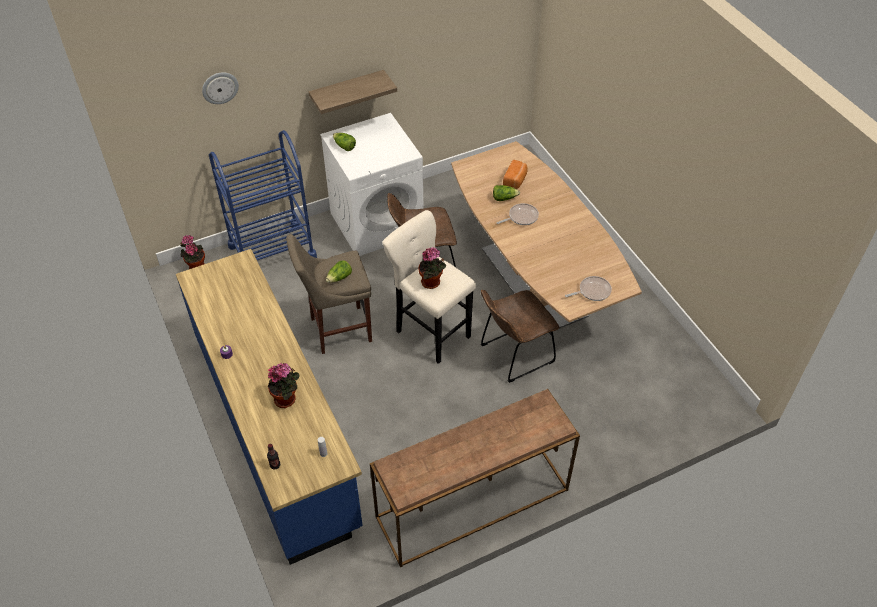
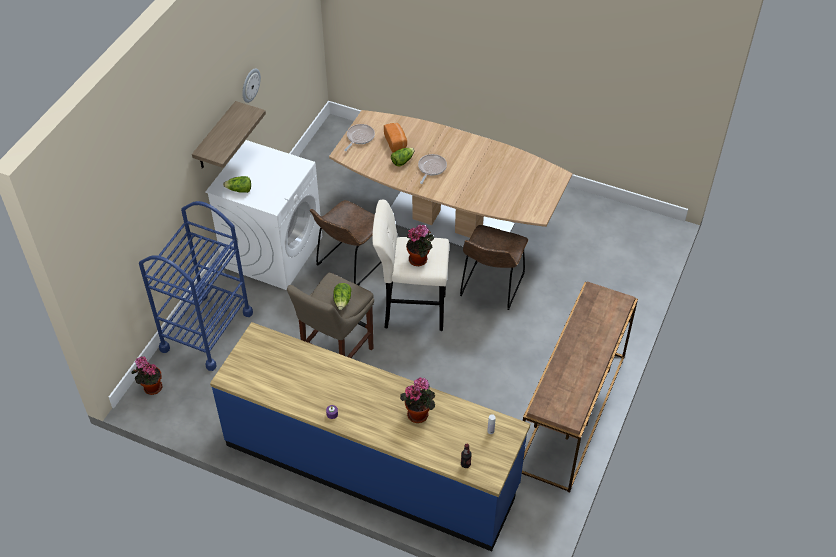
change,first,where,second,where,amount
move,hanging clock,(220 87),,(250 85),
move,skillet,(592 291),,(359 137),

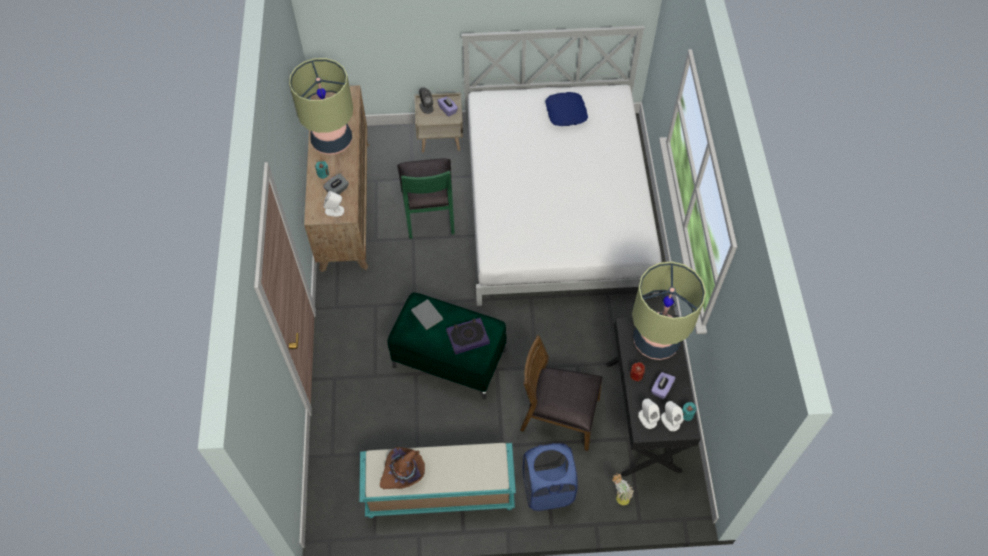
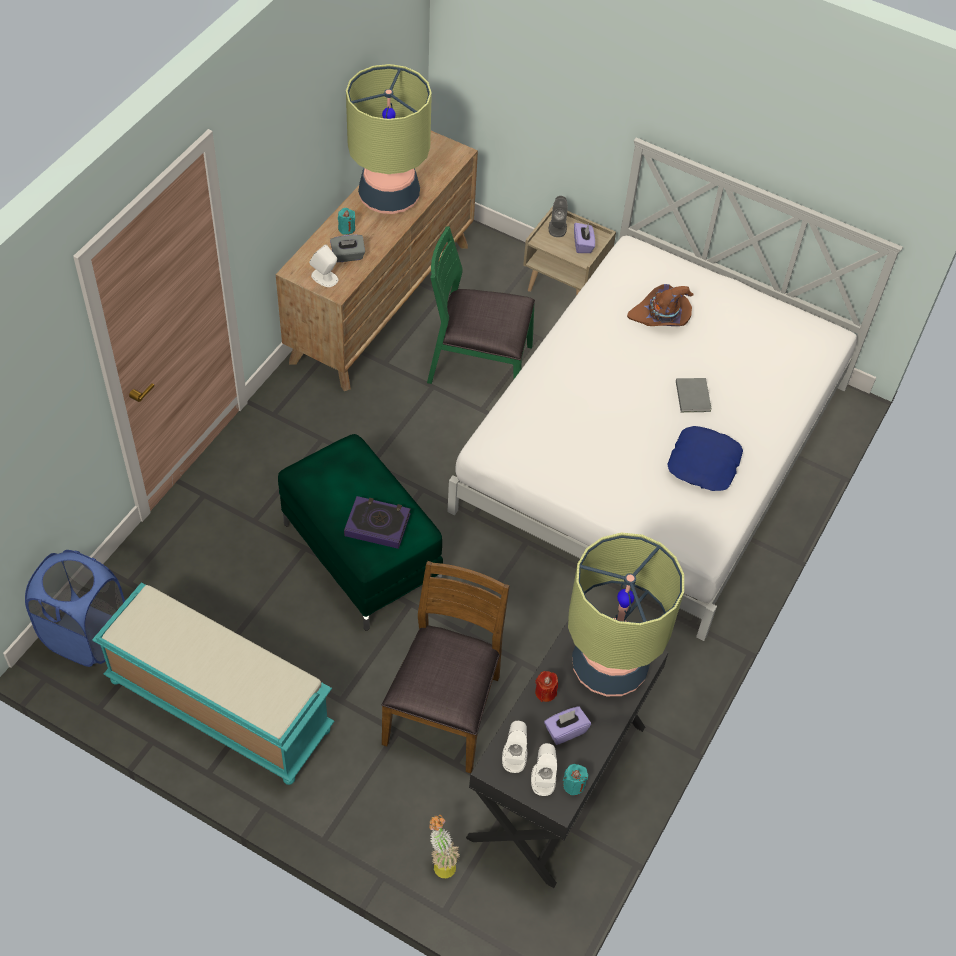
change,first,where,second,where,amount
move,blue laundry basket,(547 489),,(87 636),
rotate,brown-coloured upright chair,(559 415),,(444 710),60 degrees clockwise
rotate,green-coloured upright chair,(429 211),,(479 365),75 degrees clockwise
move,brown-coloured hat,(403 472),,(661 316),
move,blue pillow,(566 112),,(704 464),
move,greyish book,(427 314),,(693 395),

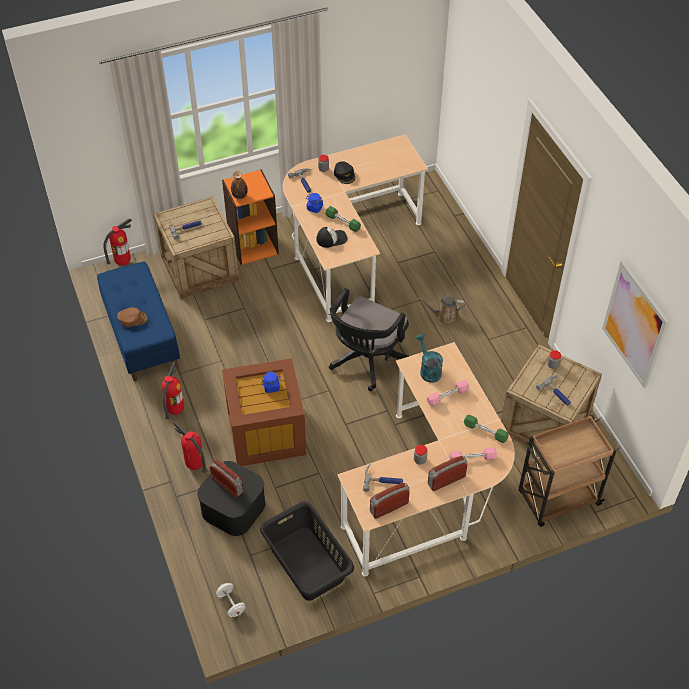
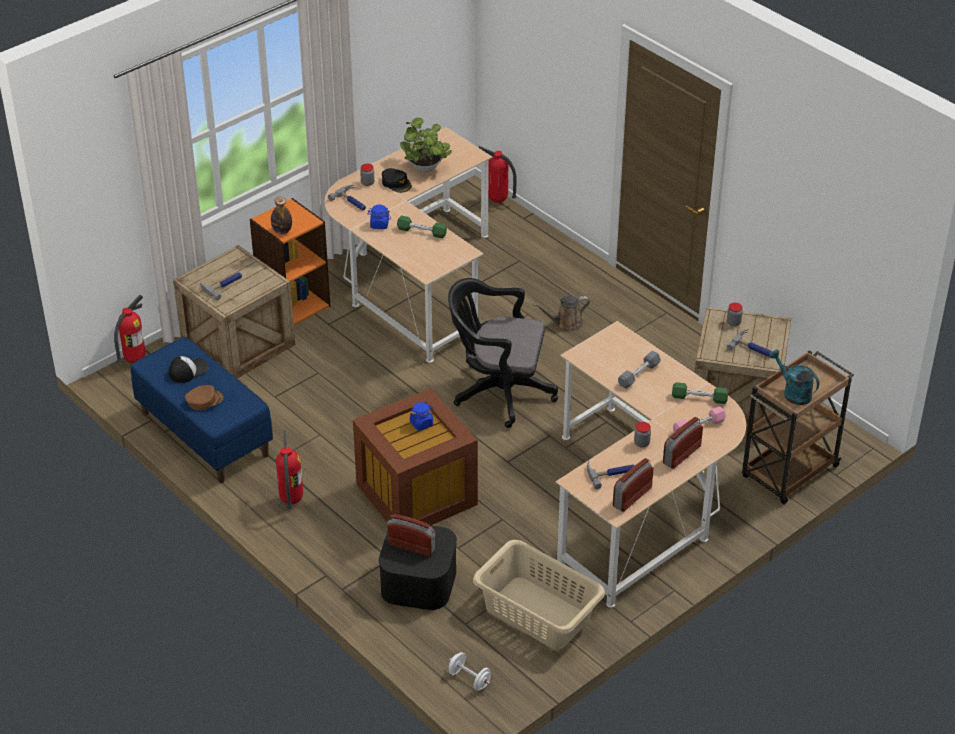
change,first,where,second,where,amount
move,baseball cap,(331 238),,(188 370),
insert,,,houseplant,(426 169),
rotate,blackish office chair,(366 361),,(498 392),90 degrees clockwise
recolor,blackish laundry basket,(307 562),sand-coloured laundry basket,(537 612),
move,extinguisher,(194 465),,(497 201),
recolor,pink hand weight,(447 396),greyish hand weight,(639 374),
move,turquoise watering pot,(428 370),,(793 392),
delete,wall art,(635 324),,,

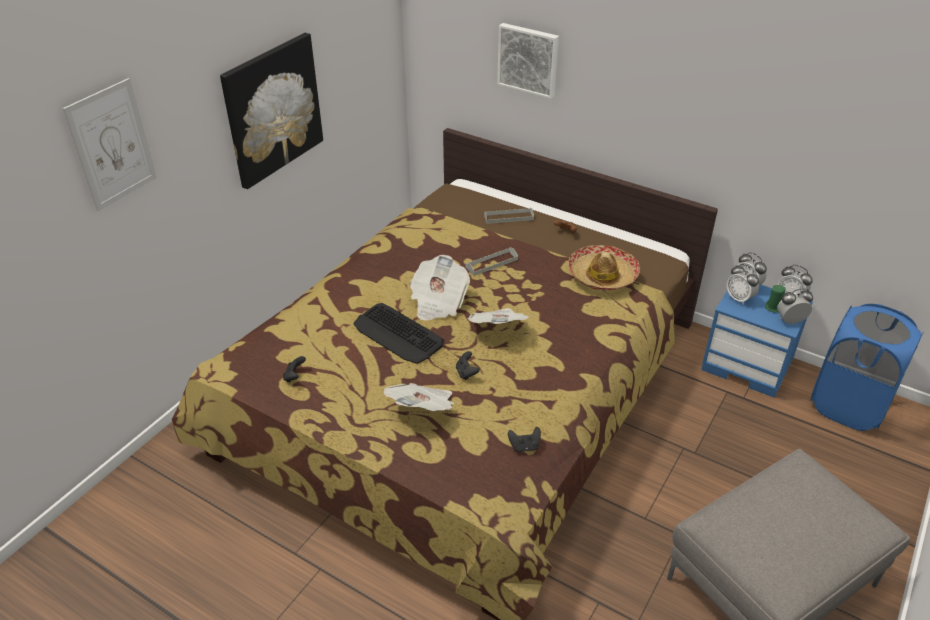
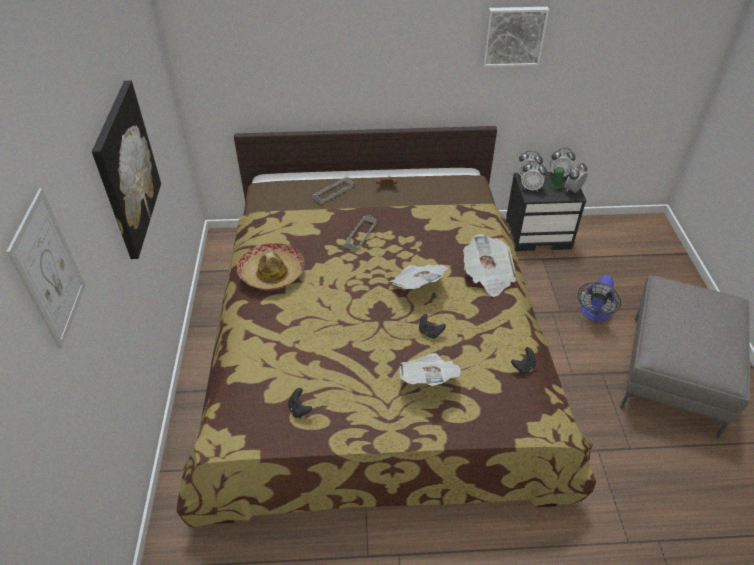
change,first,where,second,where,amount
move,hat,(602 275),,(271 273),
move,printed paper,(438 302),,(488 276),
move,wall art,(528 59),,(513 36),
recolor,blue bedside table,(748 365),blackish bedside table,(538 234),
insert,,,electric fan,(594 314),
delete,computer keyboard,(398 334),,,
delete,blue laundry basket,(848 405),,,

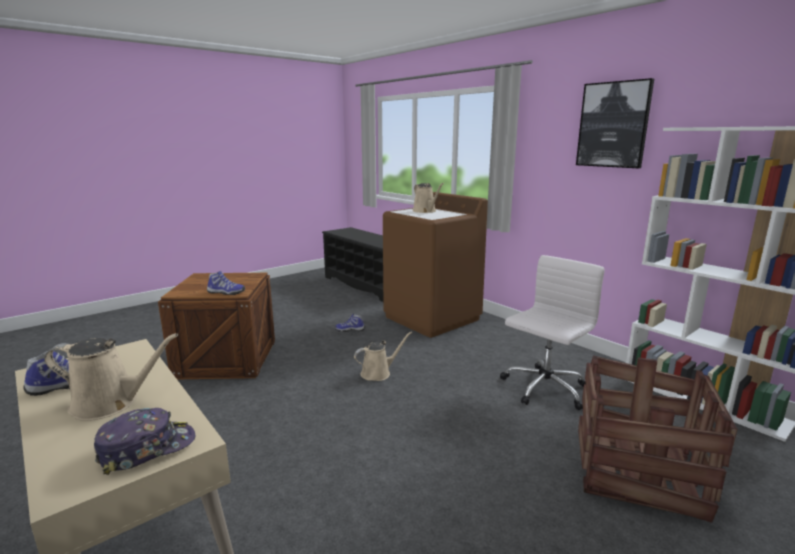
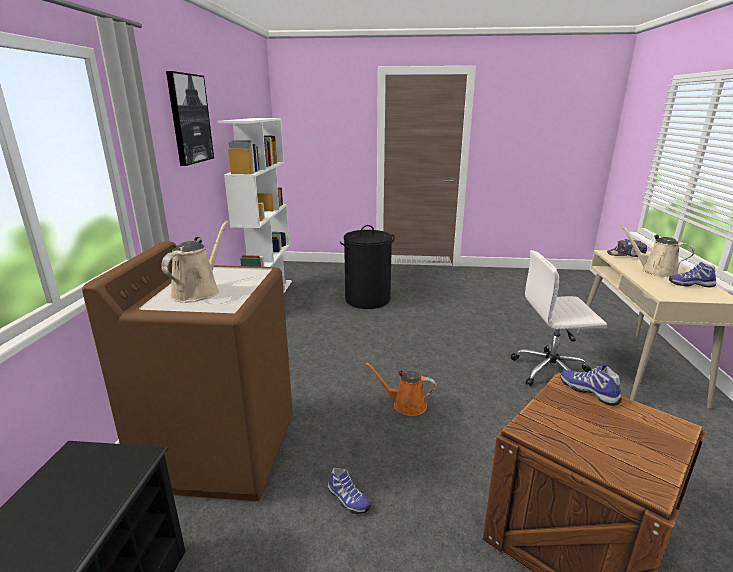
change,first,where,second,where,amount
replace,crate,(637 471),blackish laundry basket,(367 299),
recolor,sand-coloured watering pot,(378 373),orangey watering pot,(406 405),
move,whitish office chair,(543 389),,(551 371),

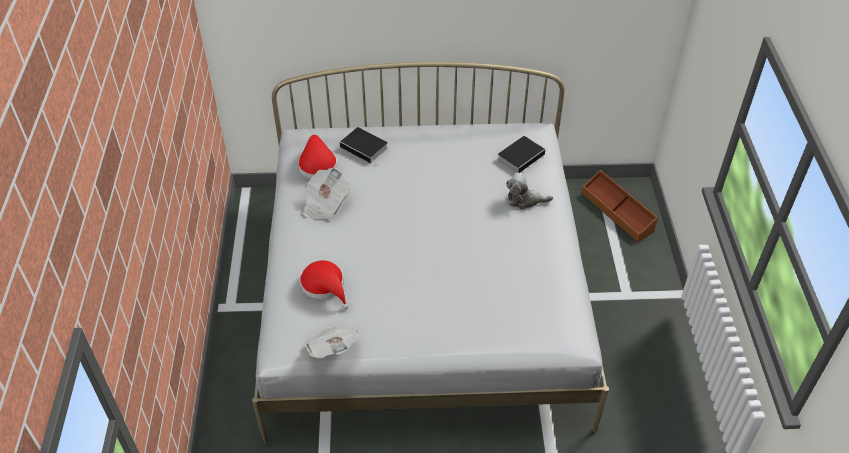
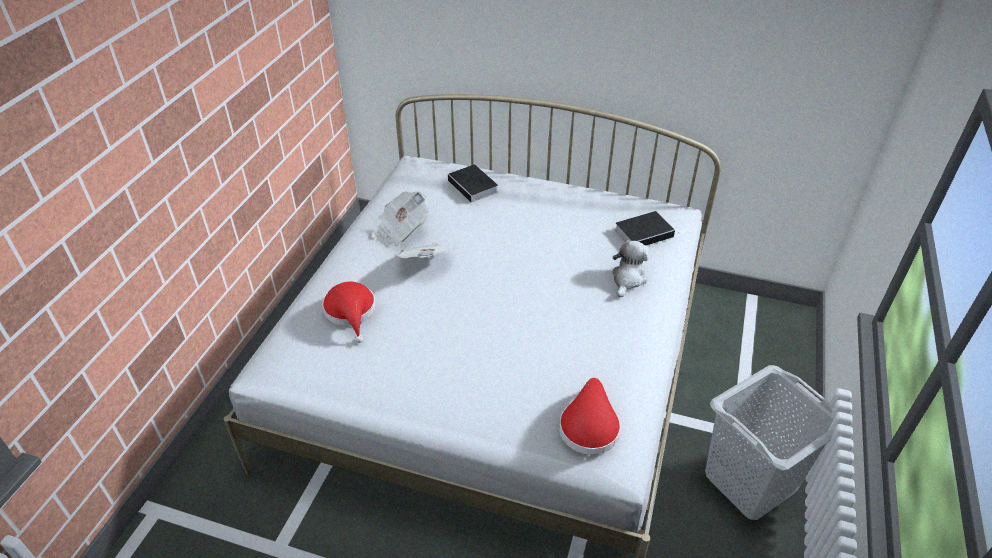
change,first,where,second,where,amount
move,printed paper,(333 349),,(427 262),
move,red hat,(317 164),,(589 425),
rotate,soft toy,(525 199),,(628 279),90 degrees clockwise
insert,,,greyish laundry basket,(749 481),
delete,brown-coloured storage container,(617 212),,,

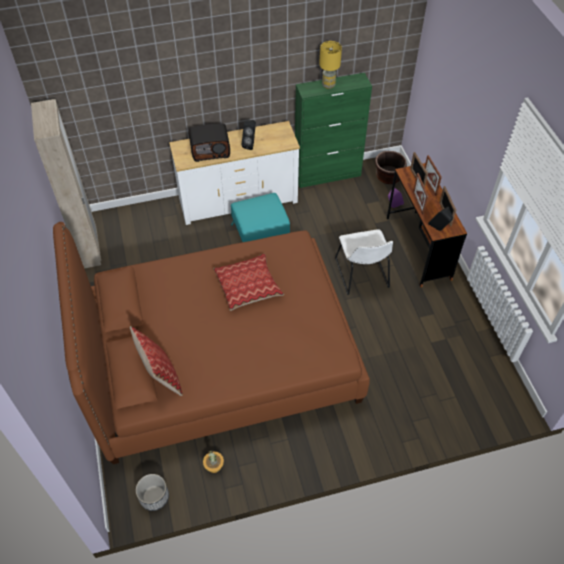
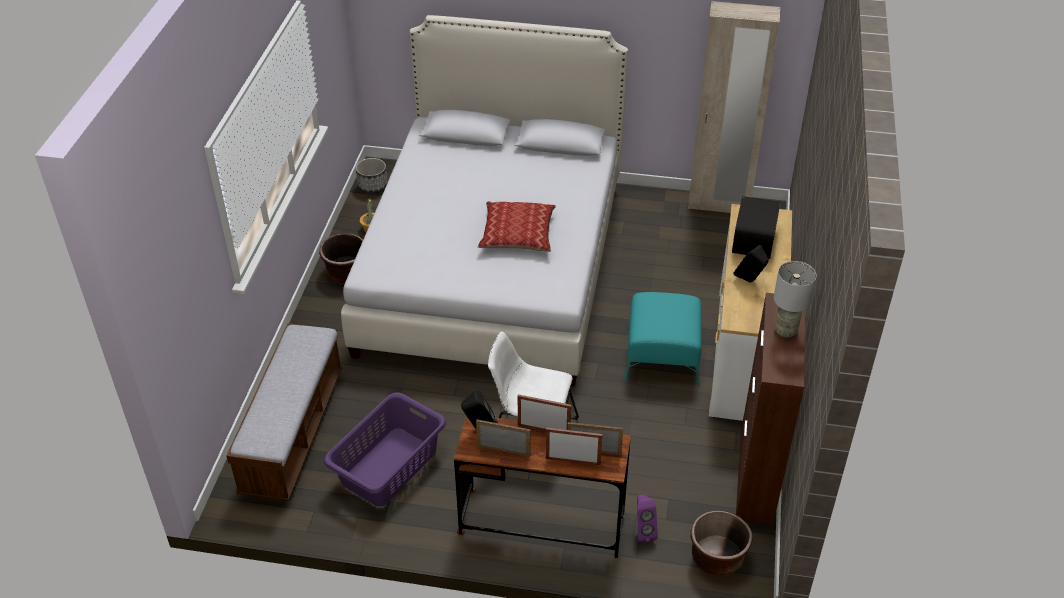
change,first,where,second,where,amount
insert,,,long seat,(293 432),
insert,,,brown-coloured plant pot,(346 272),
insert,,,purple-coloured laundry basket,(390 466),
recolor,brown-coloured bedroom bed,(220 358),whitish bedroom bed,(492 266),
recolor,green-coloured cabinet,(327 175),brown-coloured cabinet,(756 477),
recolor,yellow-coloured lamp for a table,(328 85),greyish lamp for a table,(785 331),
delete,pillow,(161 376),,,

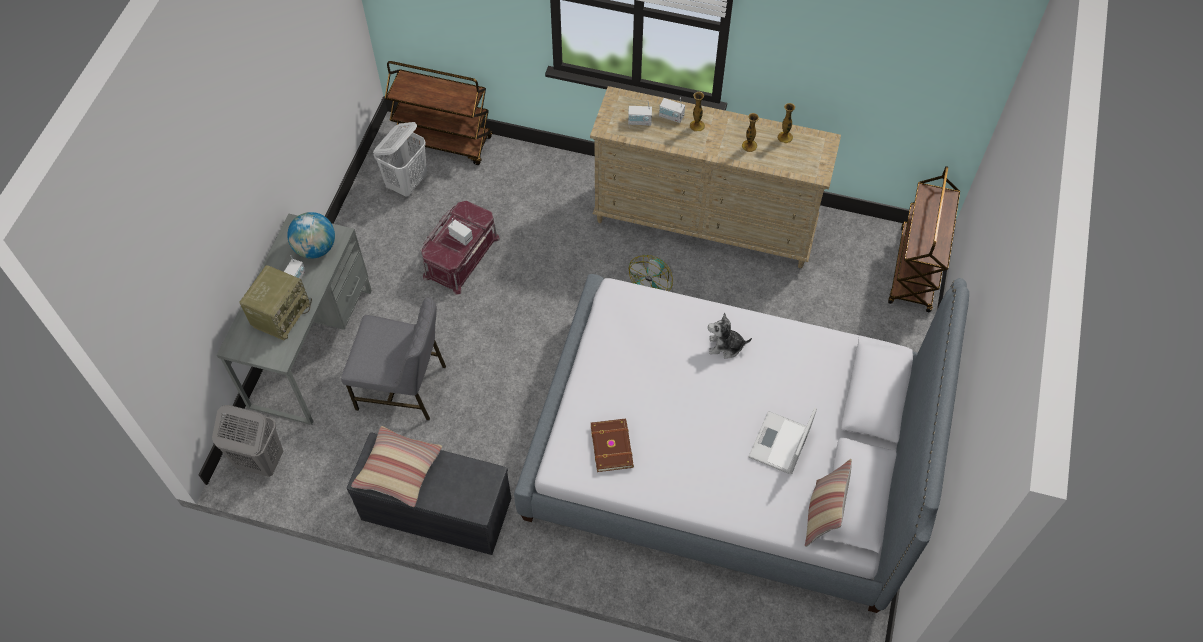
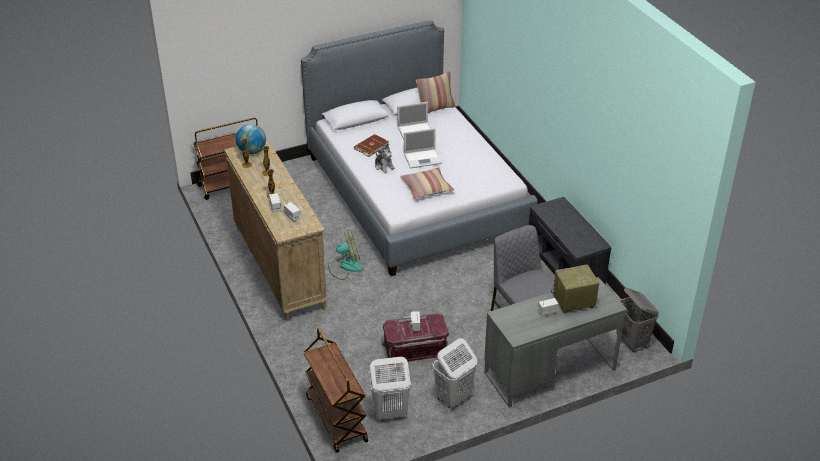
change,first,where,second,where,amount
move,desk globe,(315 248),,(252 151),
move,brown-coloured book,(612 446),,(371 146),
move,pillow,(398 470),,(426 188),
insert,,,notebook computer,(423 158),
insert,,,whitish laundry basket,(453 397),

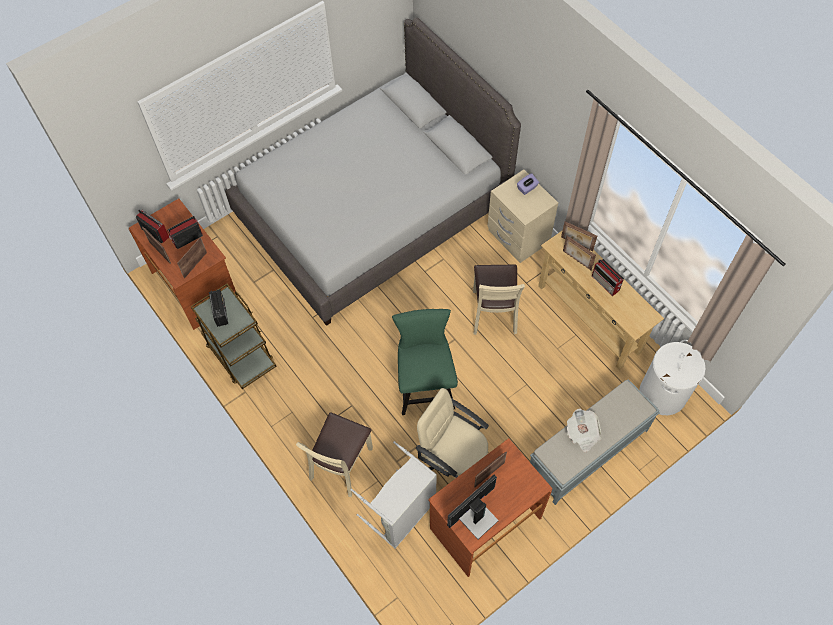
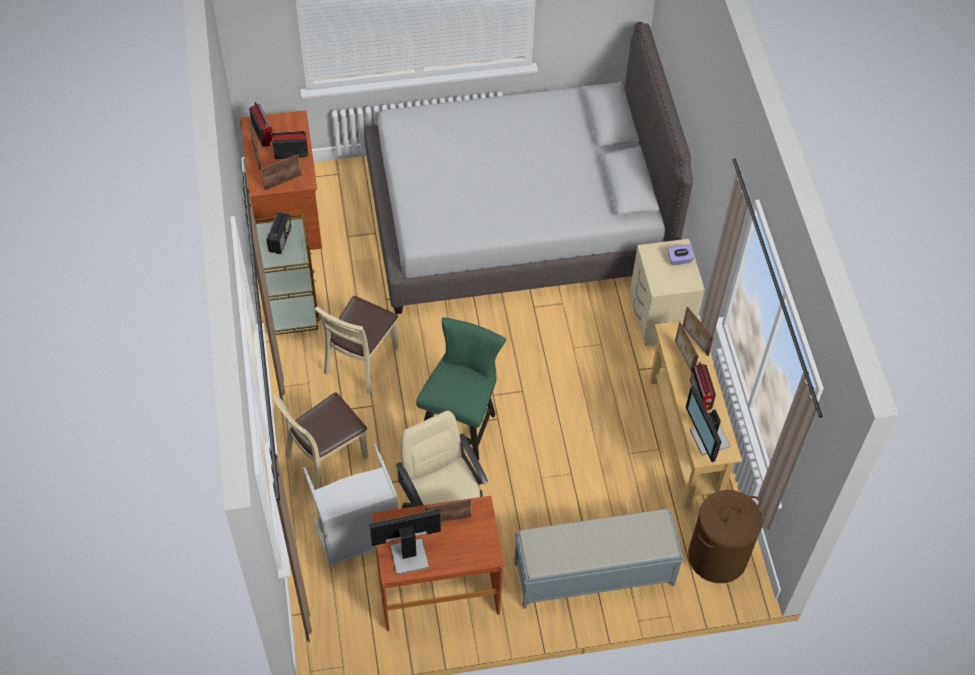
change,first,where,second,where,amount
move,sand-coloured upright chair,(493 312),,(361 362),
insert,,,computer screen,(708 439),
recolor,whitish laundry basket,(663 394),brown-coloured laundry basket,(717 556),
delete,printed paper,(582 434),,,

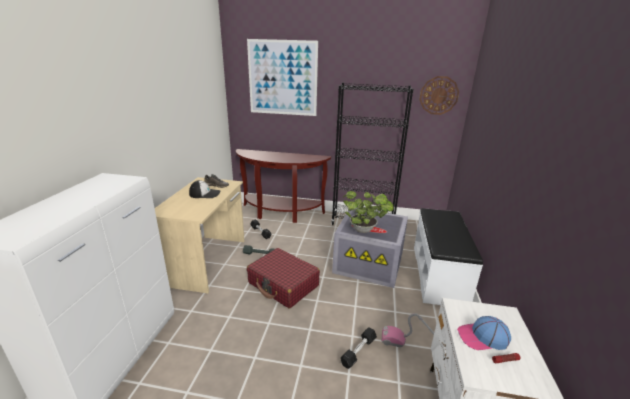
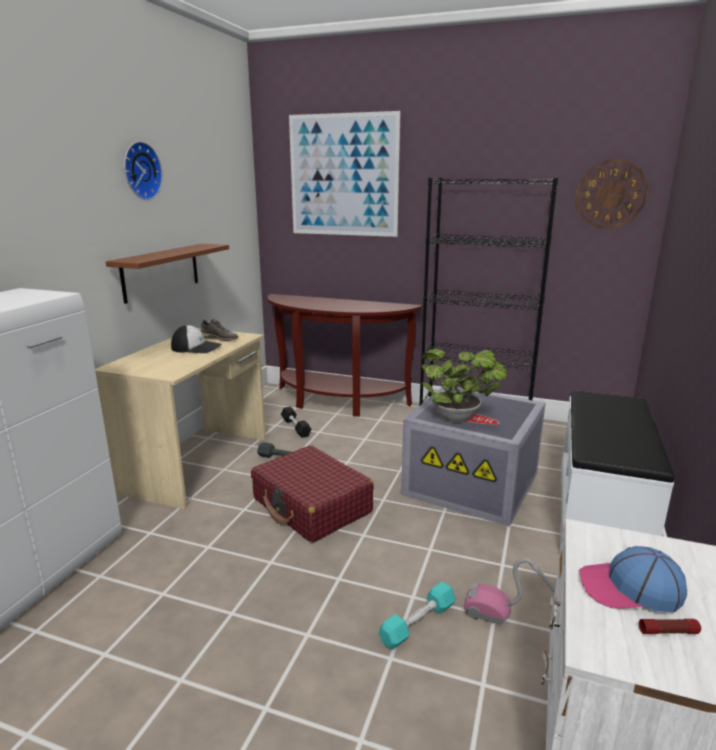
change,first,where,second,where,amount
insert,,,brown-coloured bracket shelf,(161 272),
insert,,,hanging clock,(140 171),
recolor,blackish hand weight,(358 351),turquoise hand weight,(418 623),

